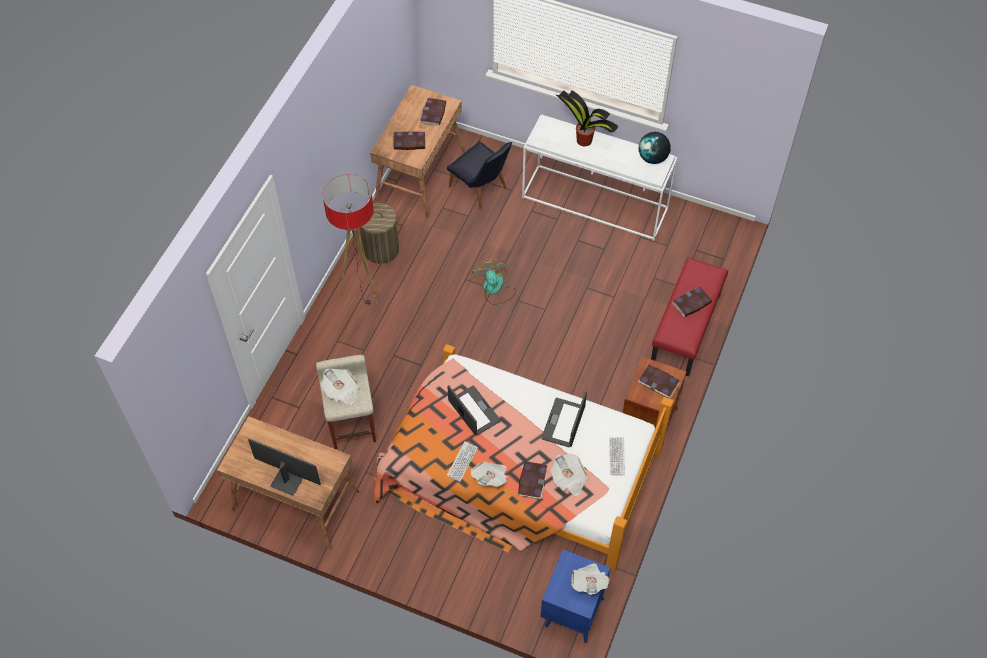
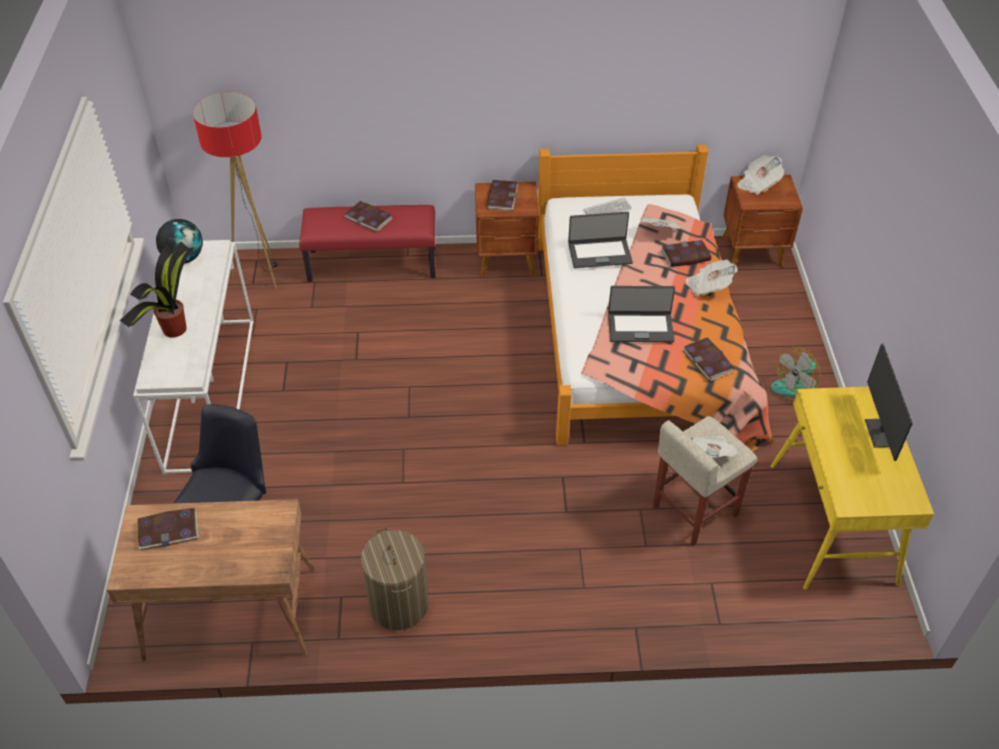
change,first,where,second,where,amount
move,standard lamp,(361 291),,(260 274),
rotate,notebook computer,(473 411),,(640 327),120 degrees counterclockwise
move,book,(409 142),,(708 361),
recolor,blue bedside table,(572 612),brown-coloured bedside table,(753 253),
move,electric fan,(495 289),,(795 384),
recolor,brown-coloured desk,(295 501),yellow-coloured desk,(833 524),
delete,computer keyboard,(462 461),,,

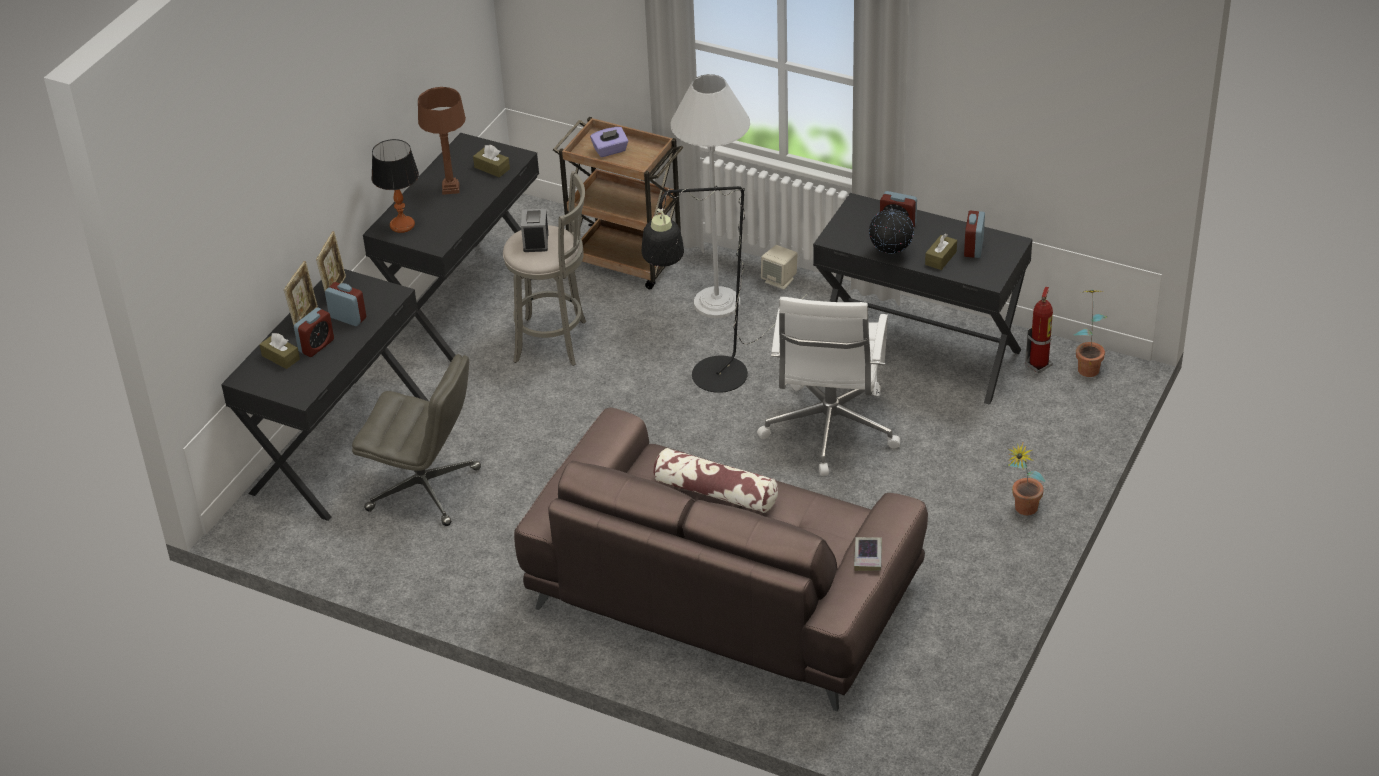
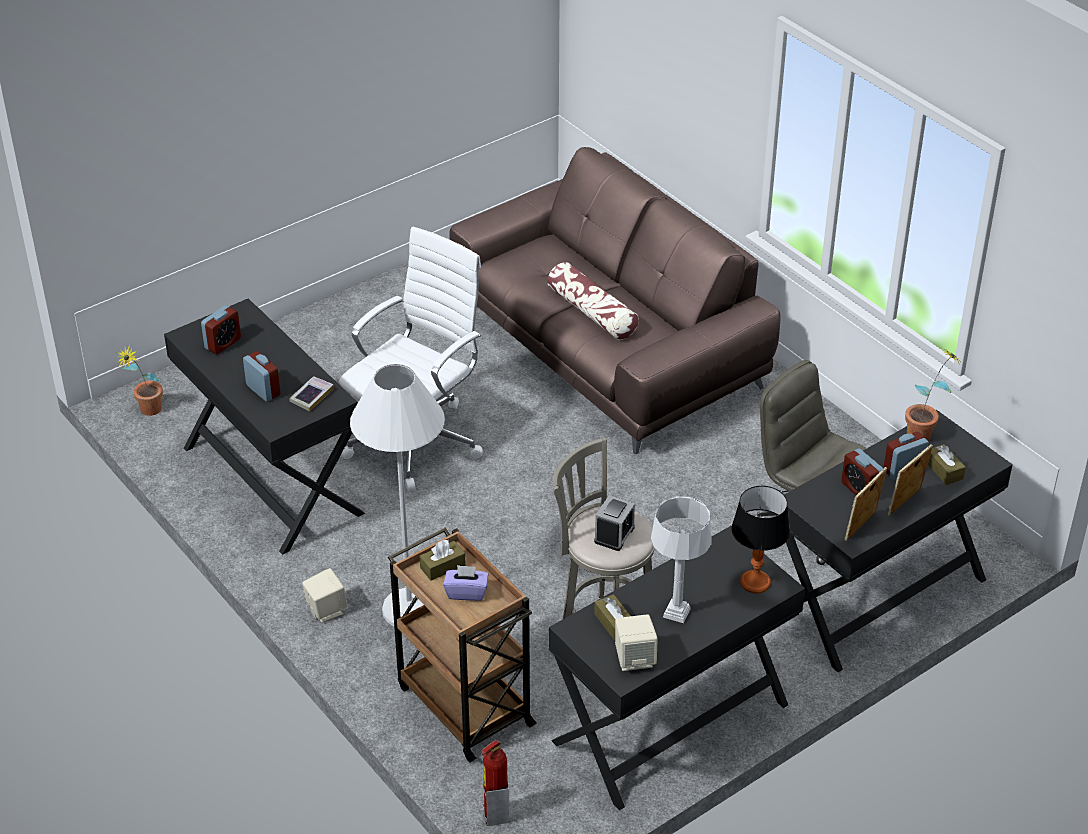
change,first,where,second,where,amount
move,book,(868 556),,(311 396),
move,brown-coloured tissue holder,(940 258),,(442 566),
move,extinguisher,(1039 364),,(495 815),
insert,,,sand-coloured loudspeaker,(635 659),
recolor,brown-coloured lamp for a table,(450 188),greyish lamp for a table,(676 613),
move,houseplant,(1022 511),,(925 433),
delete,blackish standard lamp,(711 382),,,
delete,desk globe,(890 254),,,

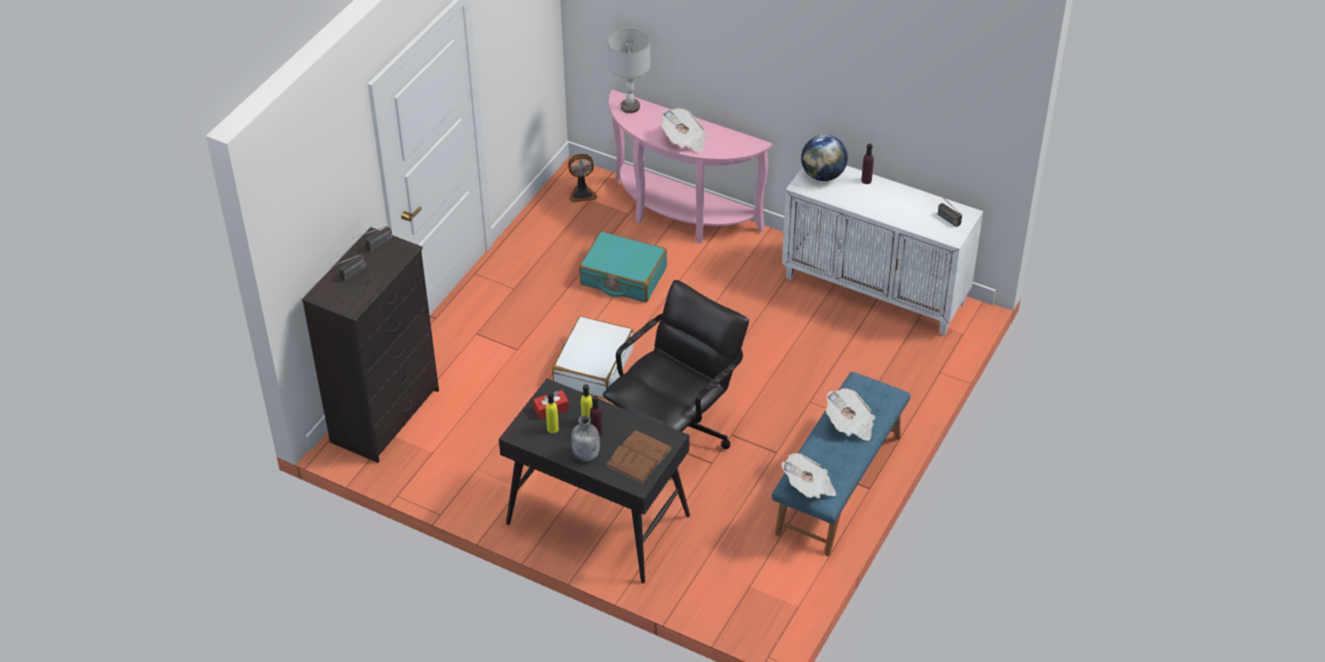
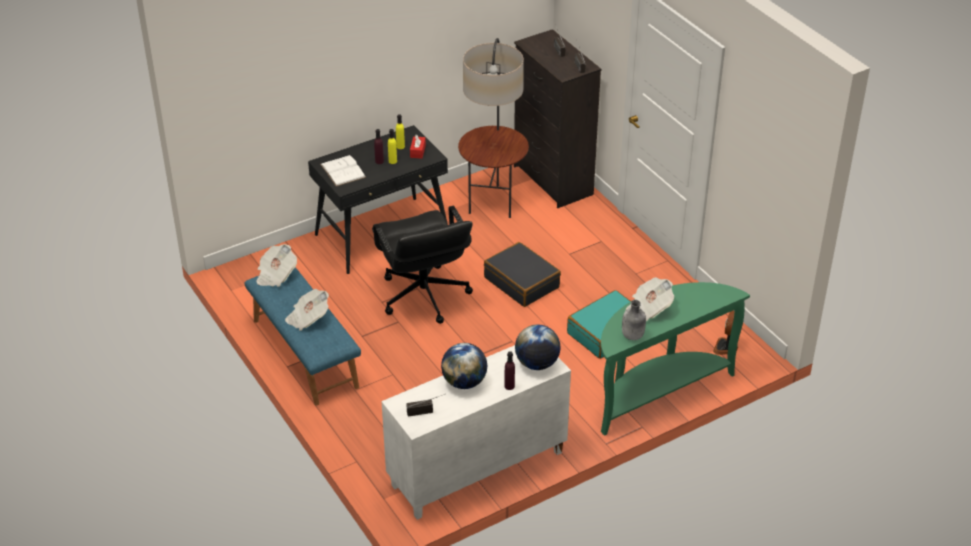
change,first,where,second,where,amount
recolor,brown-coloured book,(639 456),whitish book,(342 171),
insert,,,desk globe,(464 382),
insert,,,standard lamp,(493 202),
recolor,whitish travel case,(593 366),blackish travel case,(522 282),
recolor,pink console table,(679 216),green-coloured console table,(657 392),
move,greyish beverage bottle,(586 454),,(632 336),
delete,greyish lamp for a table,(630 107),,,

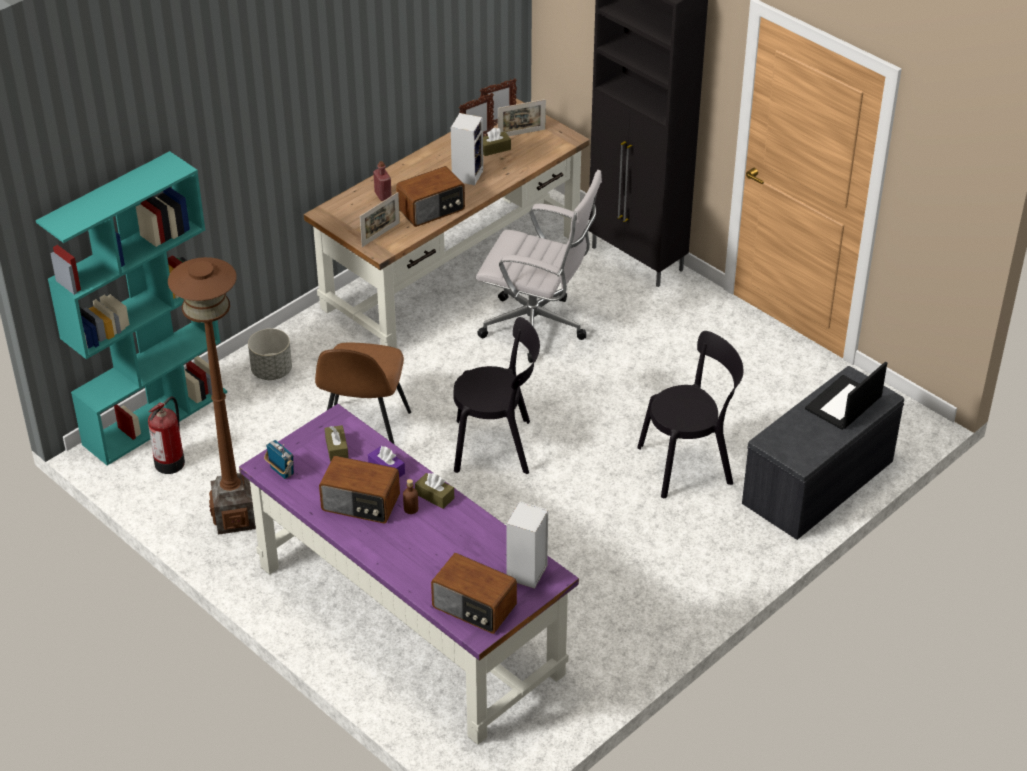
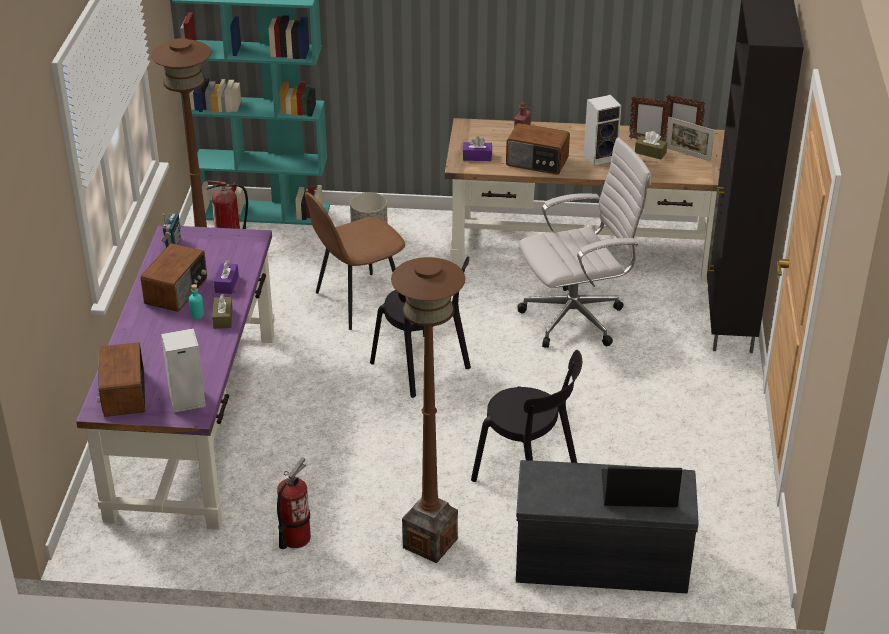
change,first,where,second,where,amount
rotate,radio set,(360 504),,(177 291),135 degrees counterclockwise
recolor,brown-coloured beverage bottle,(411 509),turquoise beverage bottle,(197 315),
insert,,,extinguisher,(295 538),
insert,,,brown-coloured standard lamp,(429 543),
replace,picture frame,(380 234),purple-coloured tissue holder,(477 157),
rotate,whitish office chair,(538 328),,(577 318),90 degrees counterclockwise
delete,brown-coloured tissue holder,(337 448),,,

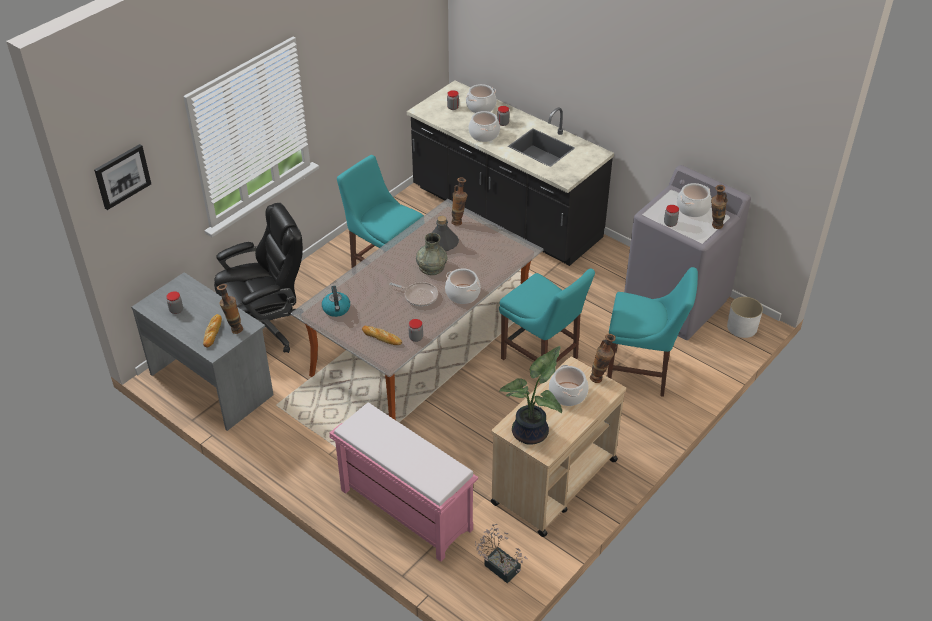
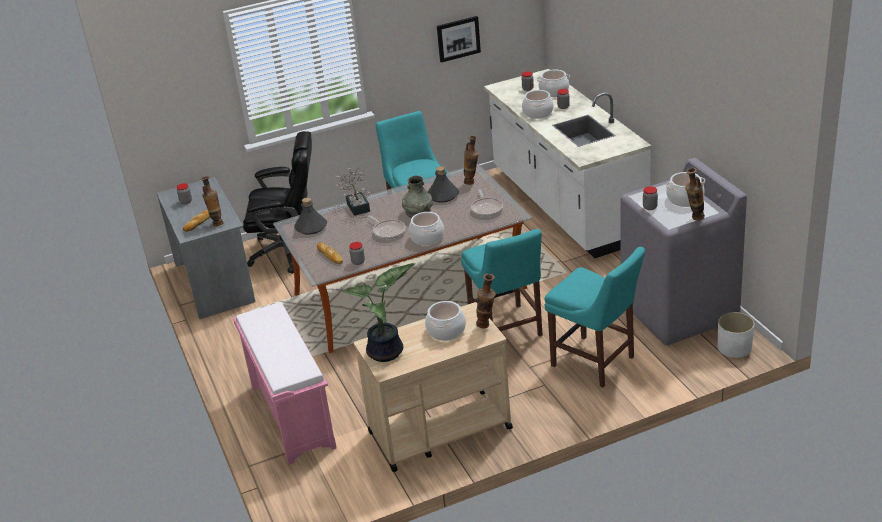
change,first,where,second,where,amount
replace,tea kettle,(336 309),greyish beverage bottle,(311 227),
move,houseplant,(499 565),,(357 206),
move,wall art,(122 176),,(458 38),
insert,,,skillet,(486 208),
recolor,blackish counter,(505 214),whitish counter,(565 205),

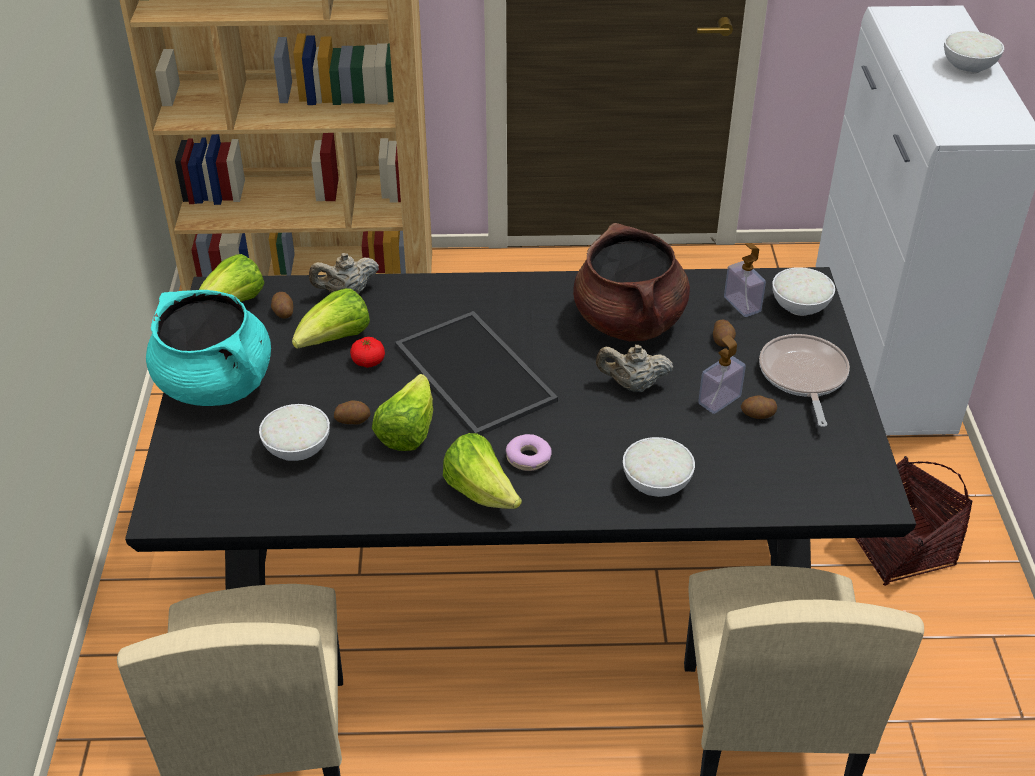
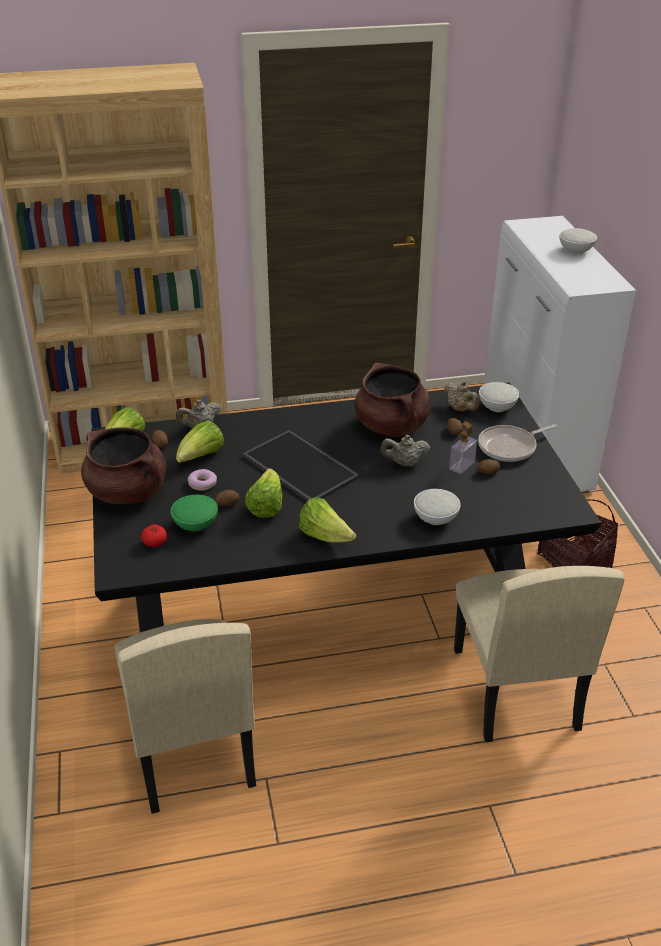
change,first,where,second,where,amount
recolor,turquoise saucepot,(216 384),brown-coloured saucepot,(128 492),
move,whole tomato,(368 361),,(155 543),
recolor,whitish serving bowl,(298 449),green-coloured serving bowl,(196 524),
move,doughnut,(528 458),,(202 484),
replace,liquid soap bottle,(742 304),sand-coloured teapot,(460 409),
rotate,skillet,(803 377),,(510 447),105 degrees counterclockwise

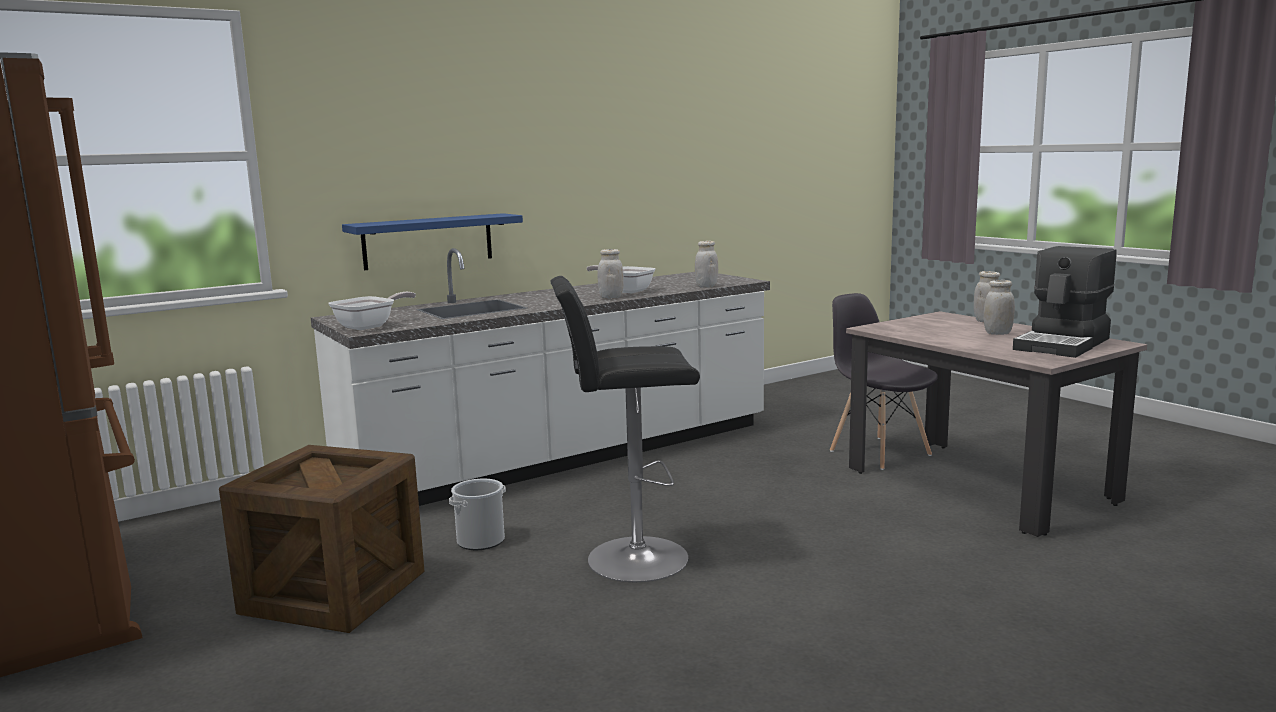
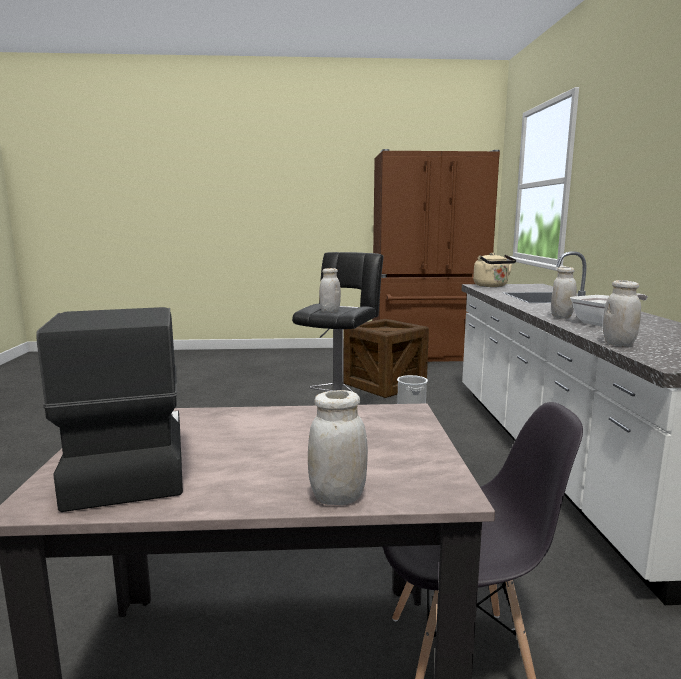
change,first,where,second,where,amount
move,whitish preserve jar,(997 333),,(330 311),
replace,skillet,(370 326),sand-coloured tea kettle,(492 286),
delete,blue bracket shelf,(428 241),,,

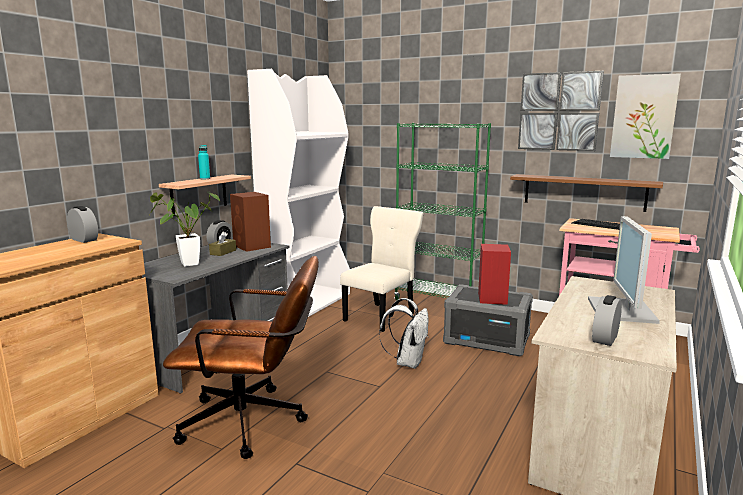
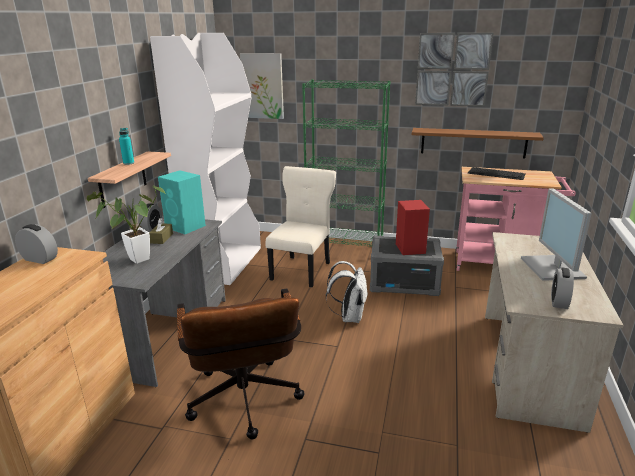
change,first,where,second,where,amount
recolor,brown-coloured loudspeaker,(252 246),turquoise loudspeaker,(186 227),
rotate,brown-coloured office chair,(254 422),,(245 405),90 degrees clockwise
move,wall art,(644 117),,(262 86),

